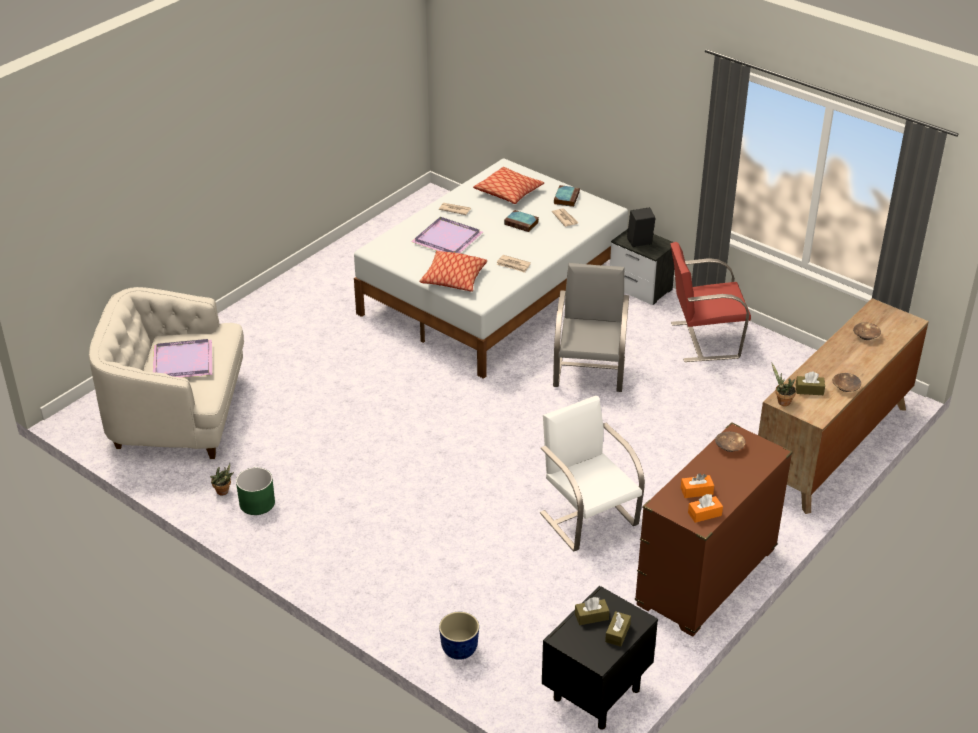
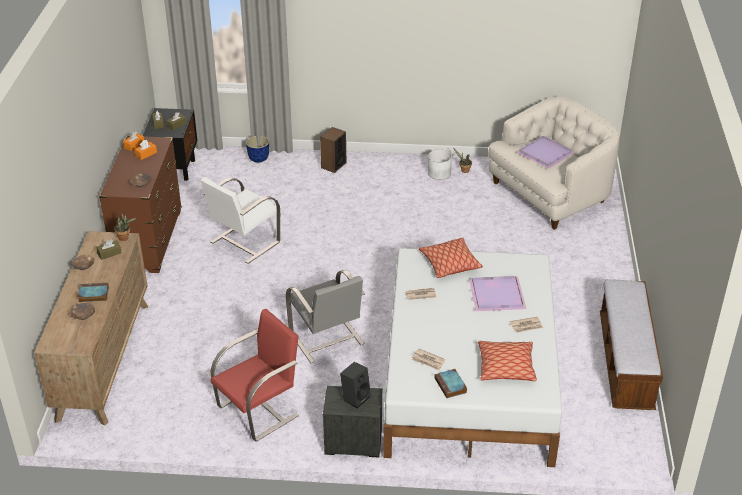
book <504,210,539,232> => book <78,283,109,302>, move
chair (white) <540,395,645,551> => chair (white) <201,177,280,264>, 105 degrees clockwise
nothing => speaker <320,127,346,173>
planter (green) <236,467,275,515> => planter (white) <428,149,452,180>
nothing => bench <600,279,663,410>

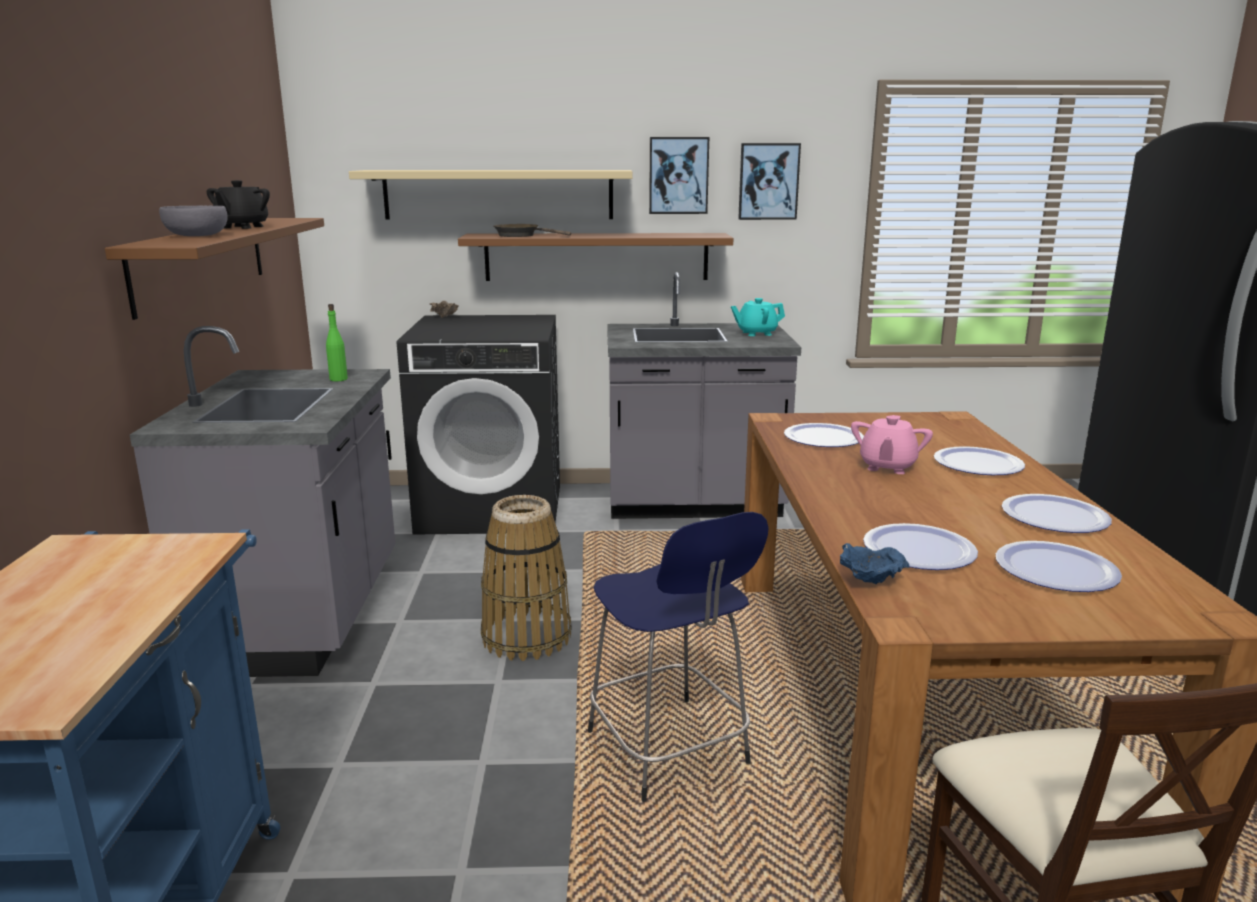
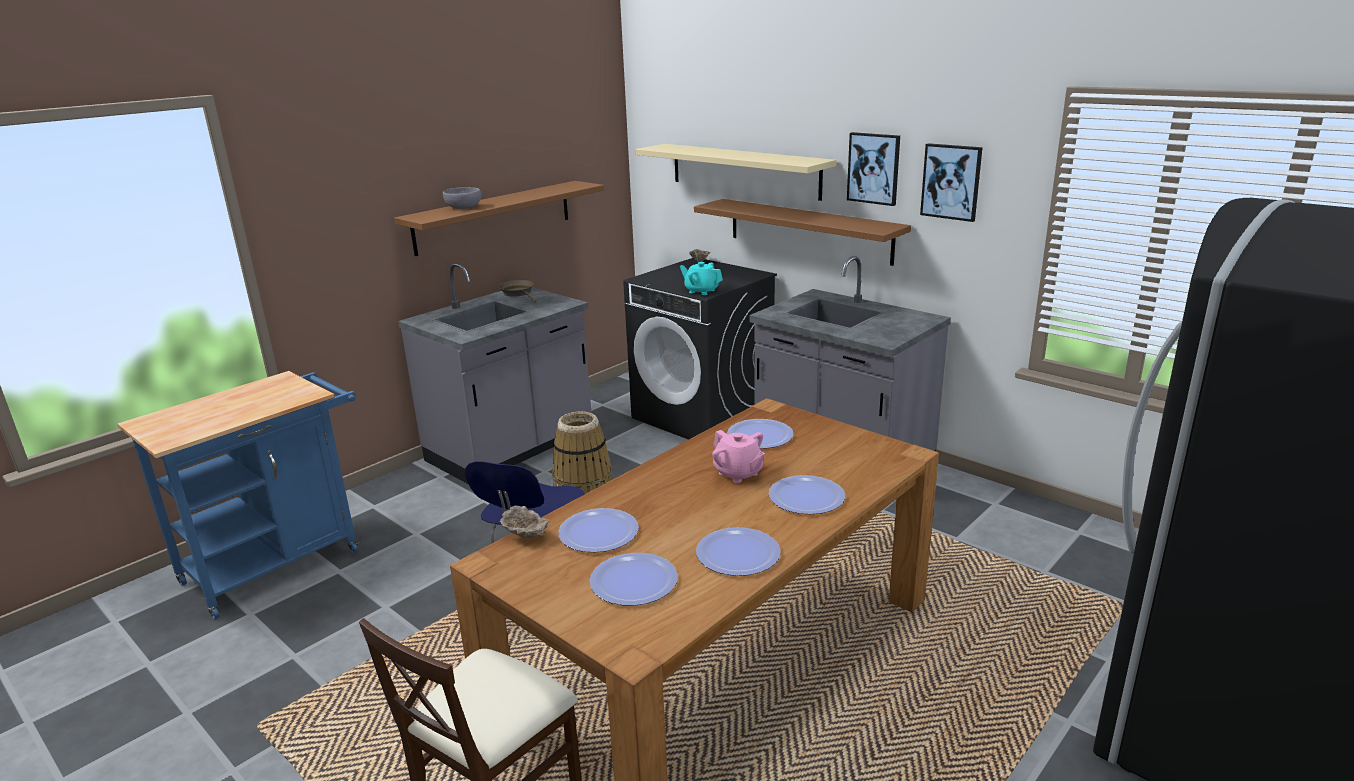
frying pan (brown) <493,224,571,237> => frying pan (brown) <498,280,537,303>, move
bowl (blue) <840,543,909,584> => bowl (beige) <500,505,550,538>
teapot (turquoise) <731,298,785,336> => teapot (turquoise) <680,262,723,295>, move
teapot (pink) <851,415,933,474> => teapot (pink) <712,430,765,483>, 105 degrees counterclockwise
teapot (black) <207,180,270,229> => nothing
bottle (green) <326,304,348,381> => nothing

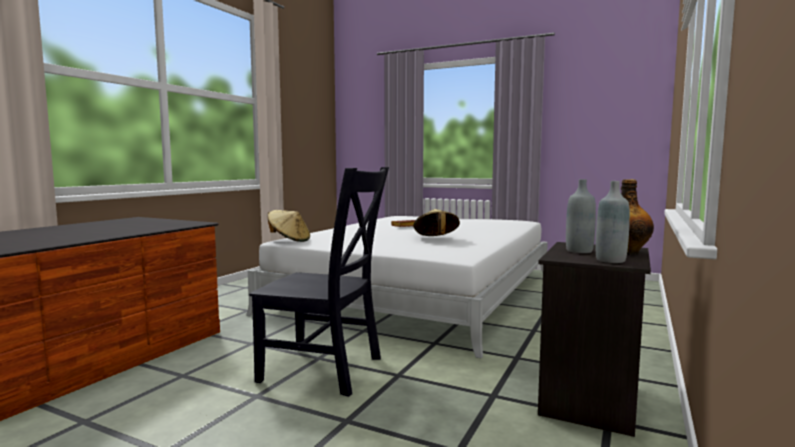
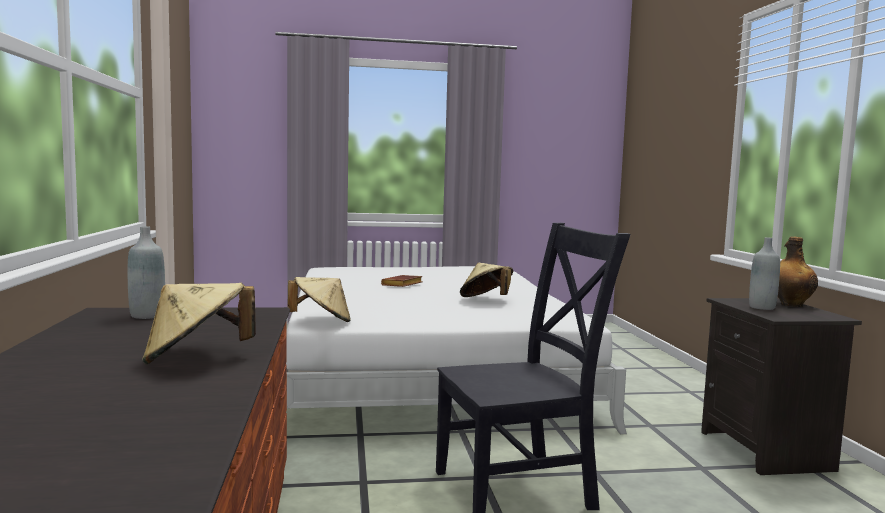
bottle (grey) <596,181,630,263> => bottle (grey) <128,226,165,319>, move
nothing => hat (beige) <142,283,256,364>

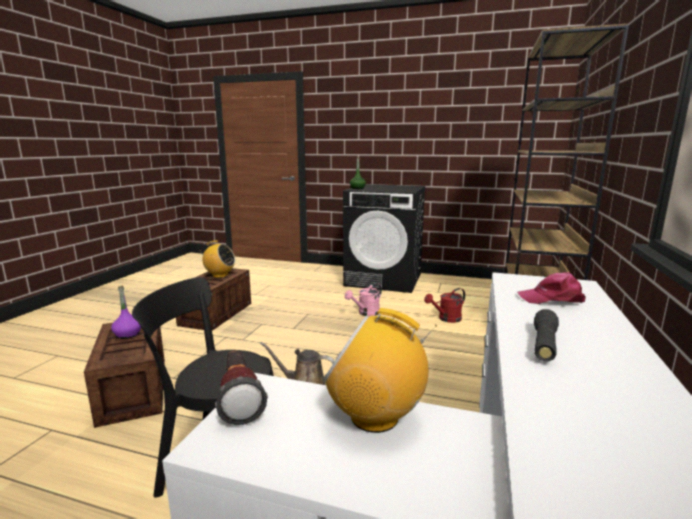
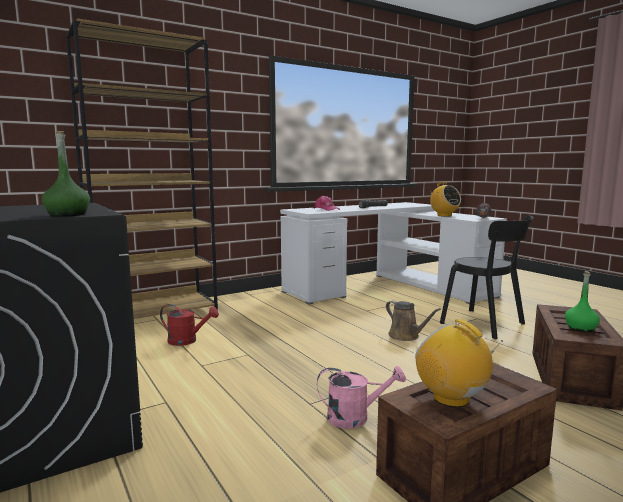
watering can (pink) <345,282,382,316> => watering can (pink) <317,366,406,429>, move
bottle (purple) <111,285,141,339> => bottle (green) <565,271,600,332>

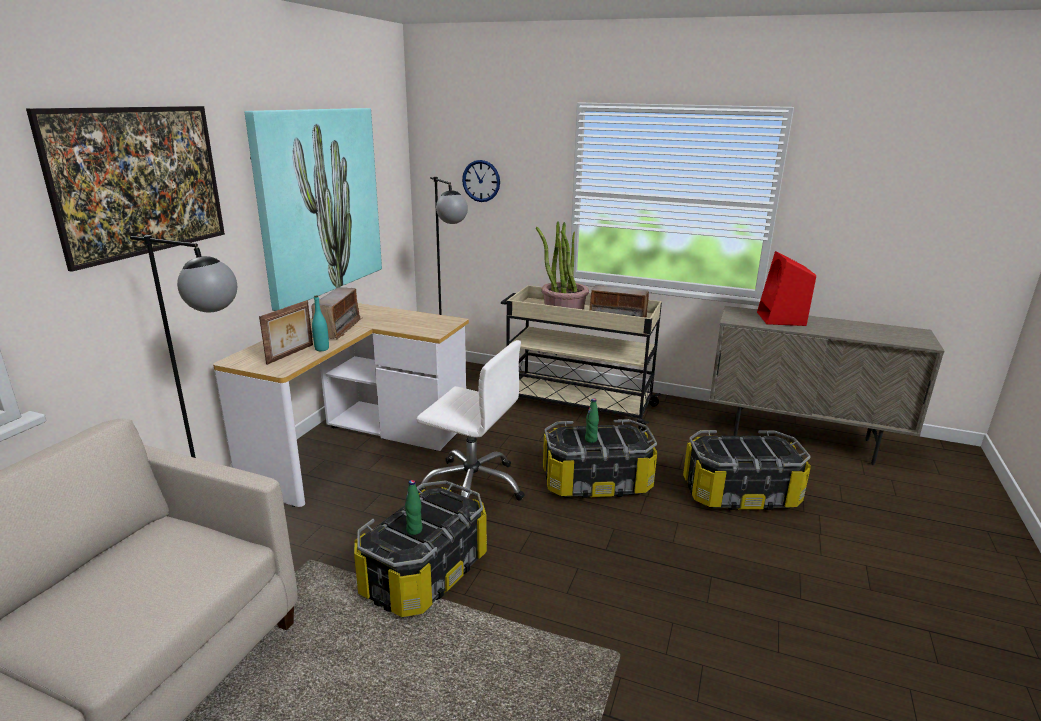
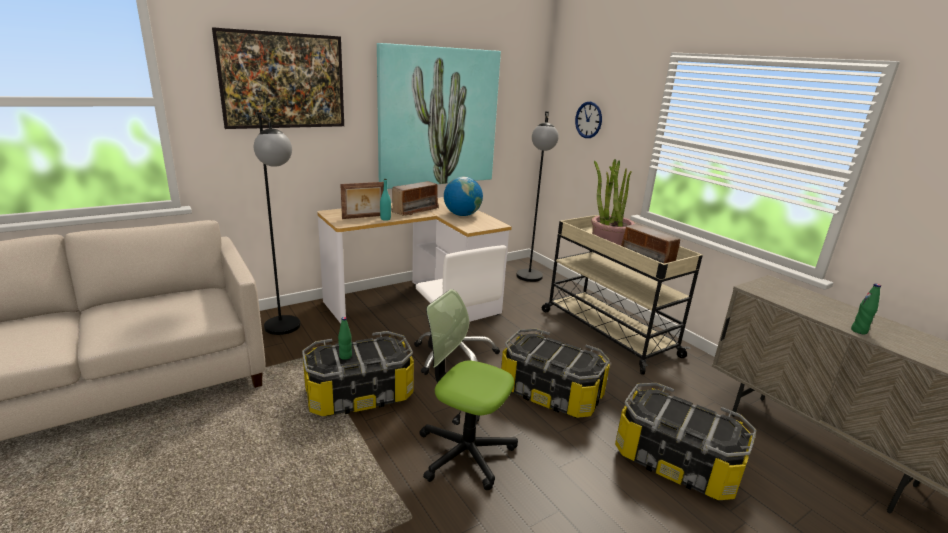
nothing => office chair <419,289,518,490>
nothing => globe <444,177,483,216>
bottle (green) <585,398,599,443> => bottle (green) <851,284,881,334>, move
speaker (red) <757,251,816,326> => nothing

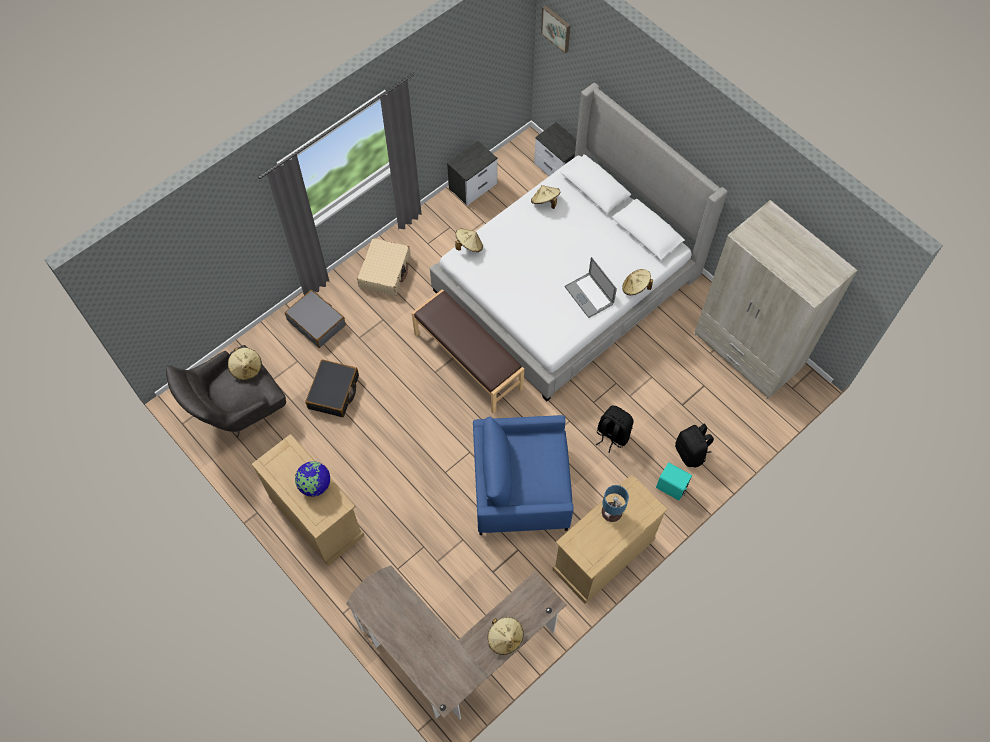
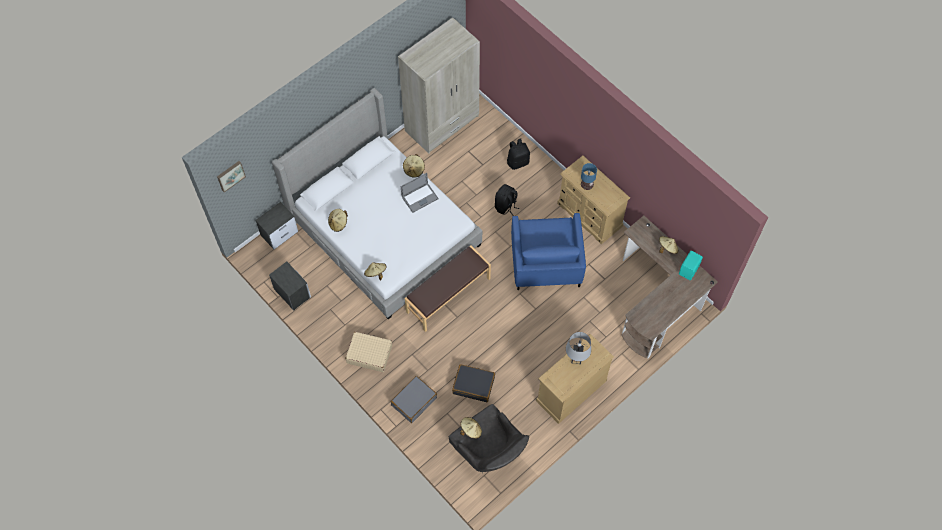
globe <295,461,331,497> => table lamp (grey) <566,332,591,364>
speaker (turquoise) <656,463,692,501> => speaker (turquoise) <679,251,703,280>, move

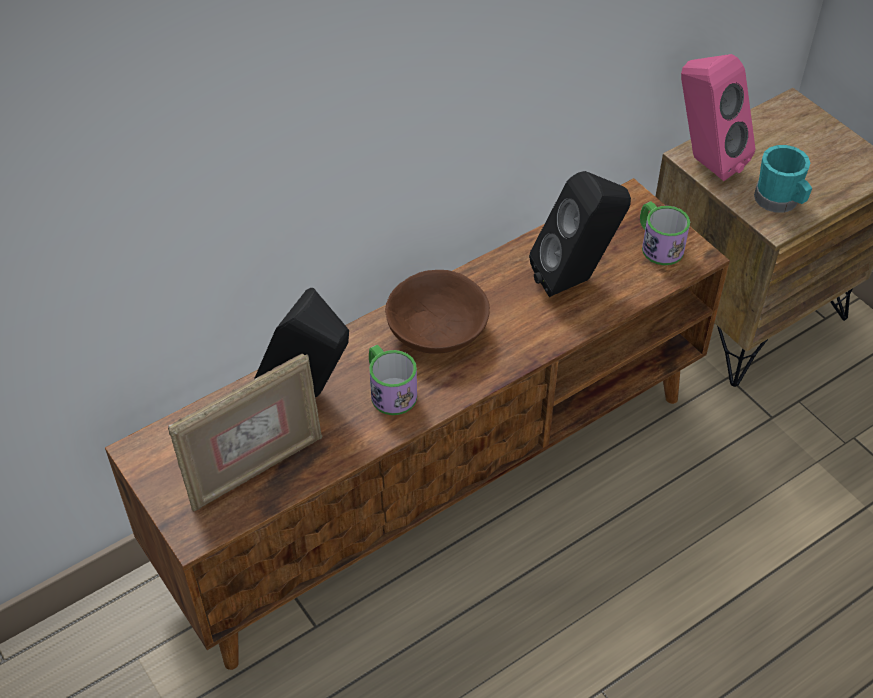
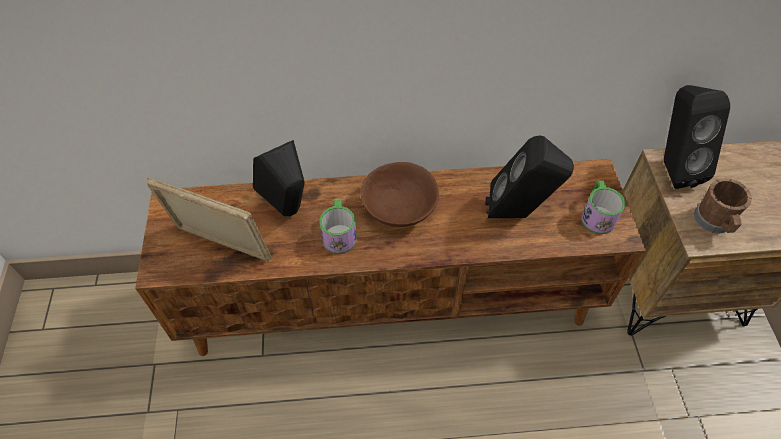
picture frame <168,354,322,511> => picture frame <147,178,272,261>, 150 degrees counterclockwise
speaker (pink) <681,54,755,181> => speaker (black) <664,85,730,189>
mug (turquoise) <754,145,812,213> => mug (brown) <694,178,752,234>

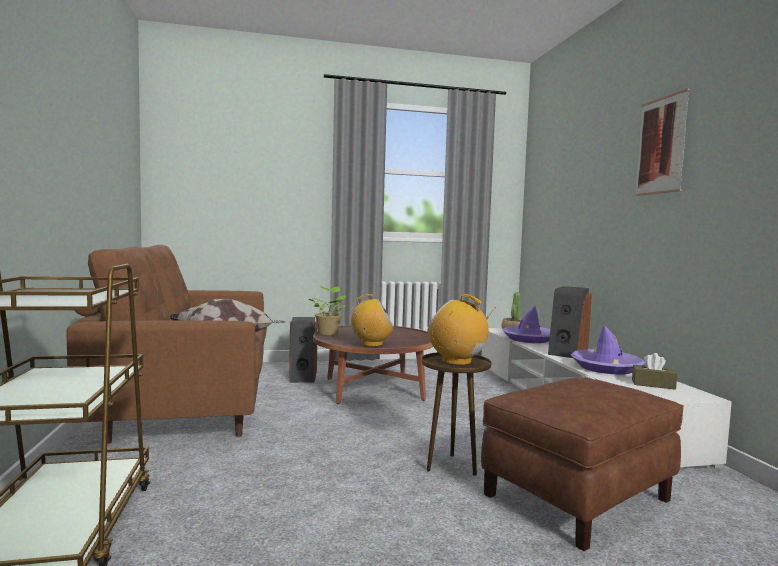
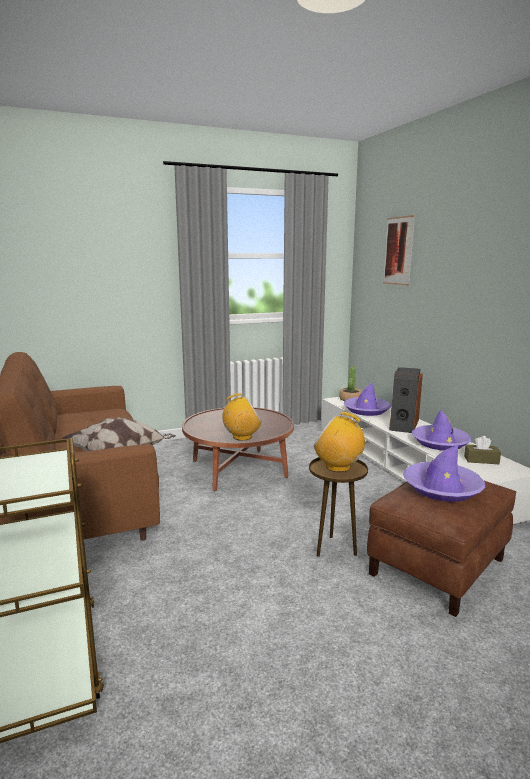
picture <635,88,690,196> => picture <383,215,415,285>, move
nothing => hat (purple) <403,445,485,502>
speaker <289,317,318,383> => nothing
potted plant <309,286,346,335> => nothing

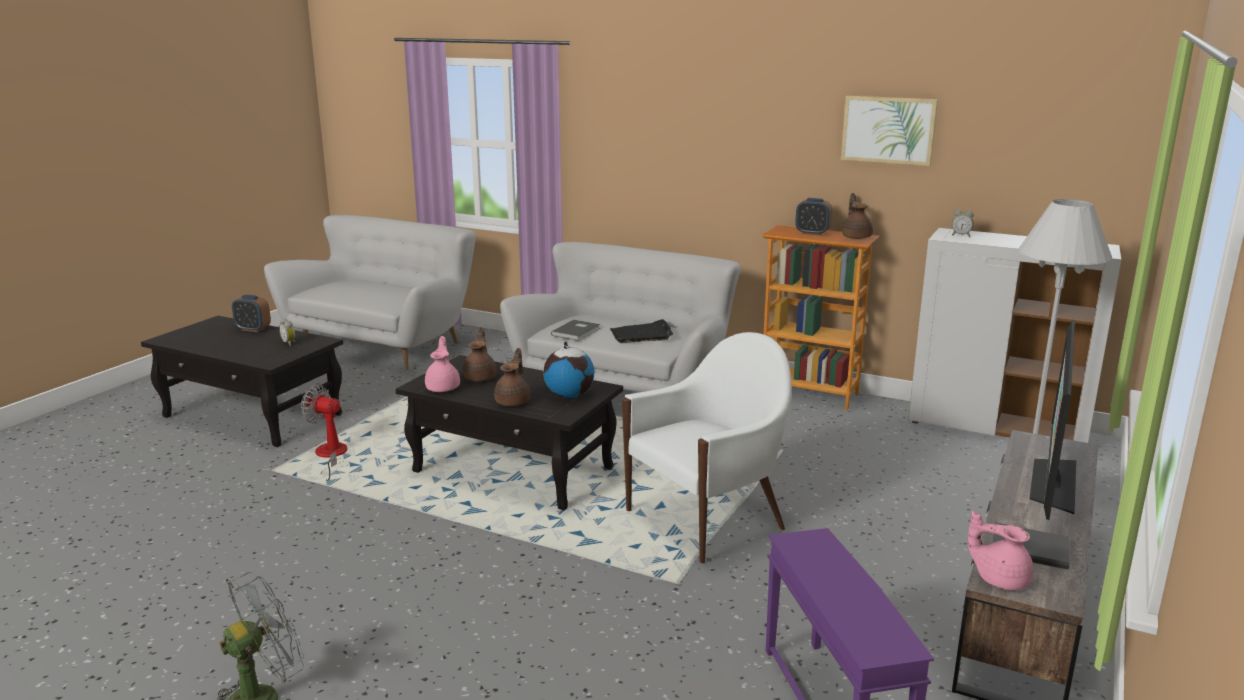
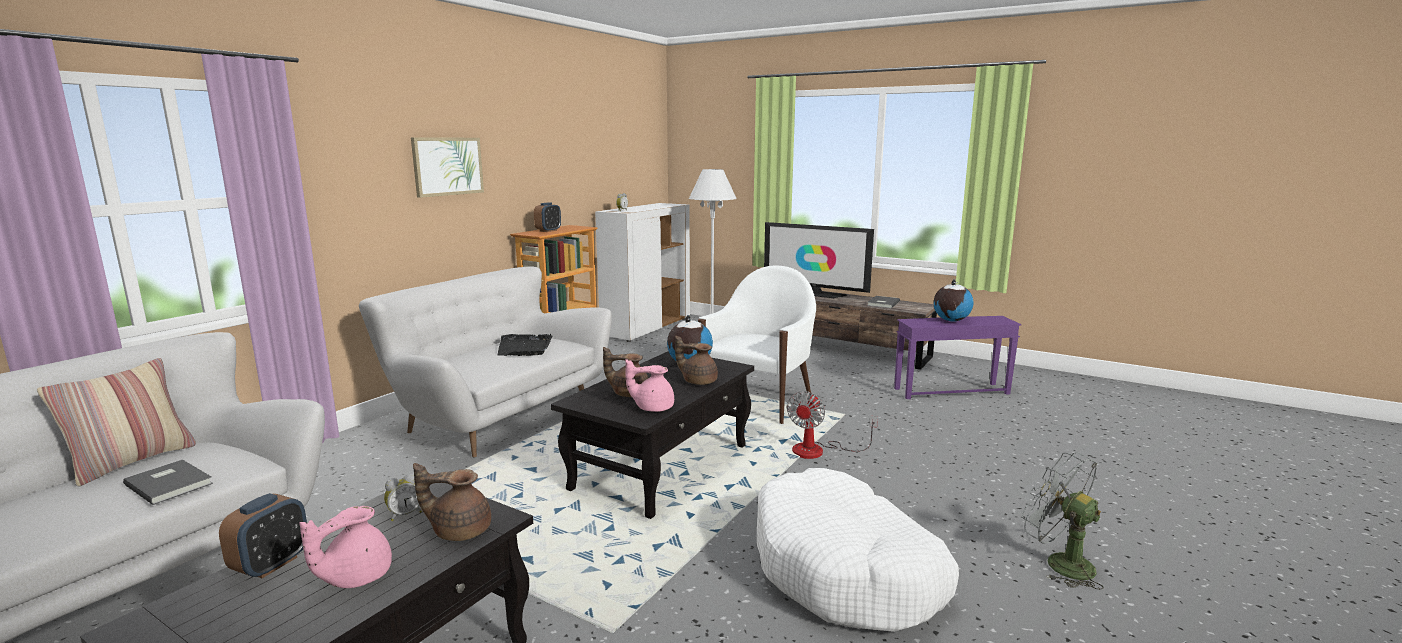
nothing => pillow <37,358,196,487>
book (grey) <551,320,600,341> => book (grey) <123,460,213,505>, move
teapot (pink) <968,511,1033,590> => teapot (pink) <299,506,392,588>, move
picture <841,96,938,166> => picture <411,137,484,198>, move
teapot (brown) <842,193,873,239> => teapot (brown) <413,463,491,541>, move
armchair (white) <622,332,792,563> => armchair (white) <698,265,816,424>, 60 degrees clockwise
nothing => dog bed (white) <757,468,959,632>
fan <301,384,351,481> => fan <787,391,878,459>, move
nothing => globe <933,279,974,322>

